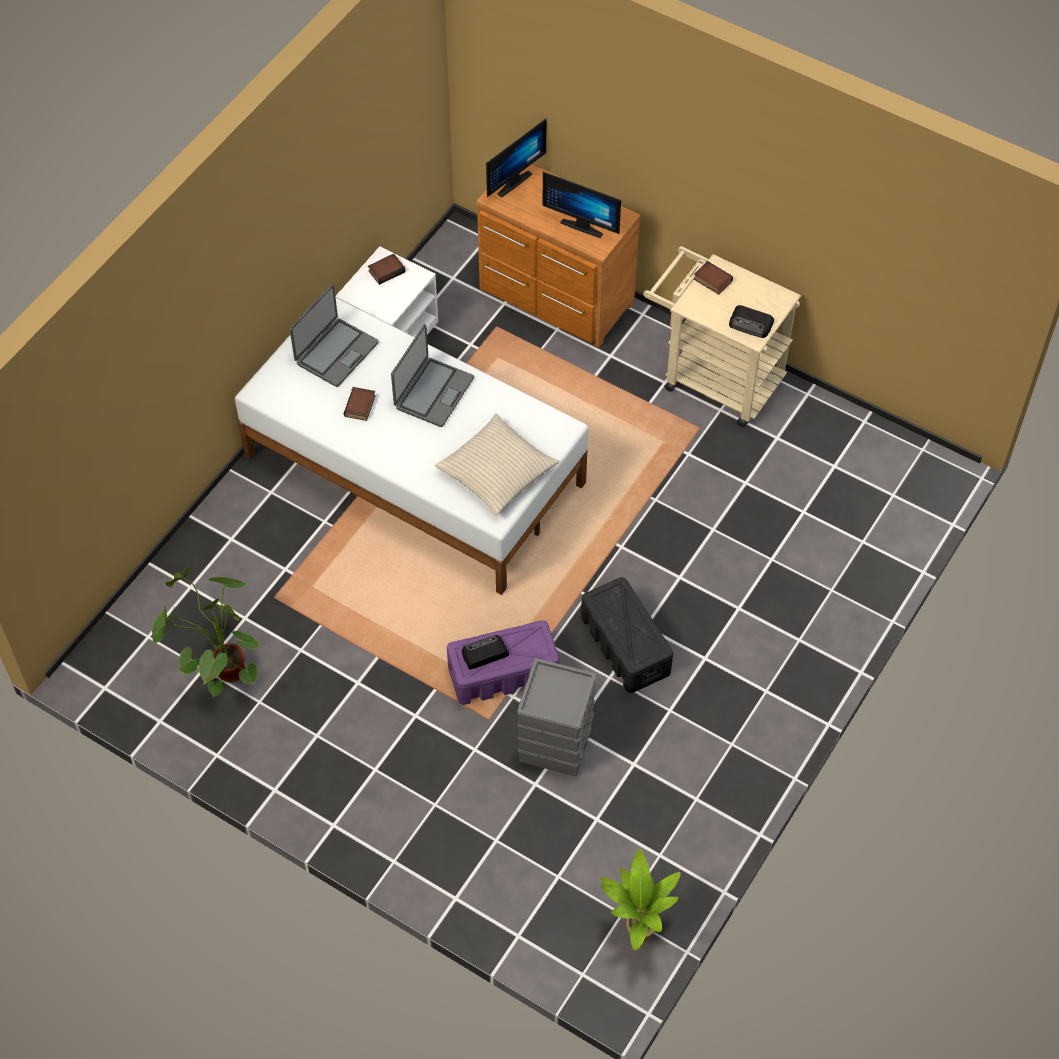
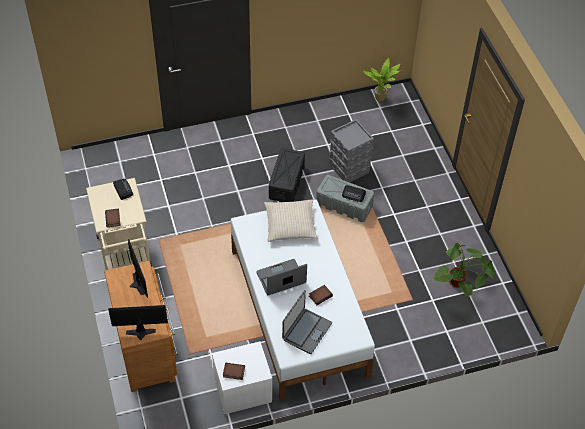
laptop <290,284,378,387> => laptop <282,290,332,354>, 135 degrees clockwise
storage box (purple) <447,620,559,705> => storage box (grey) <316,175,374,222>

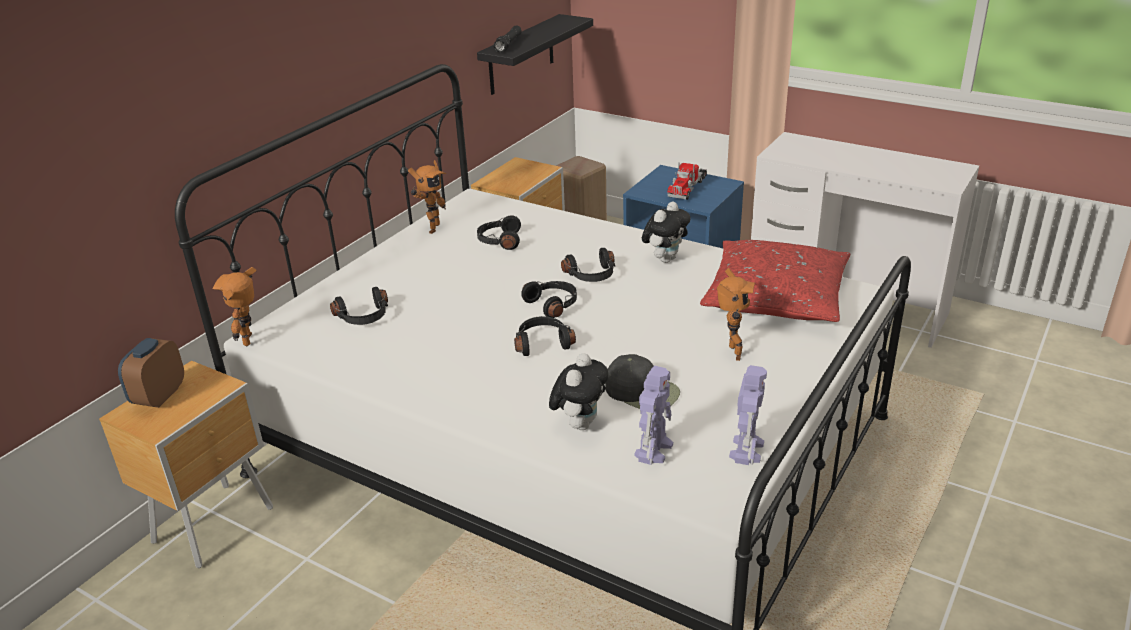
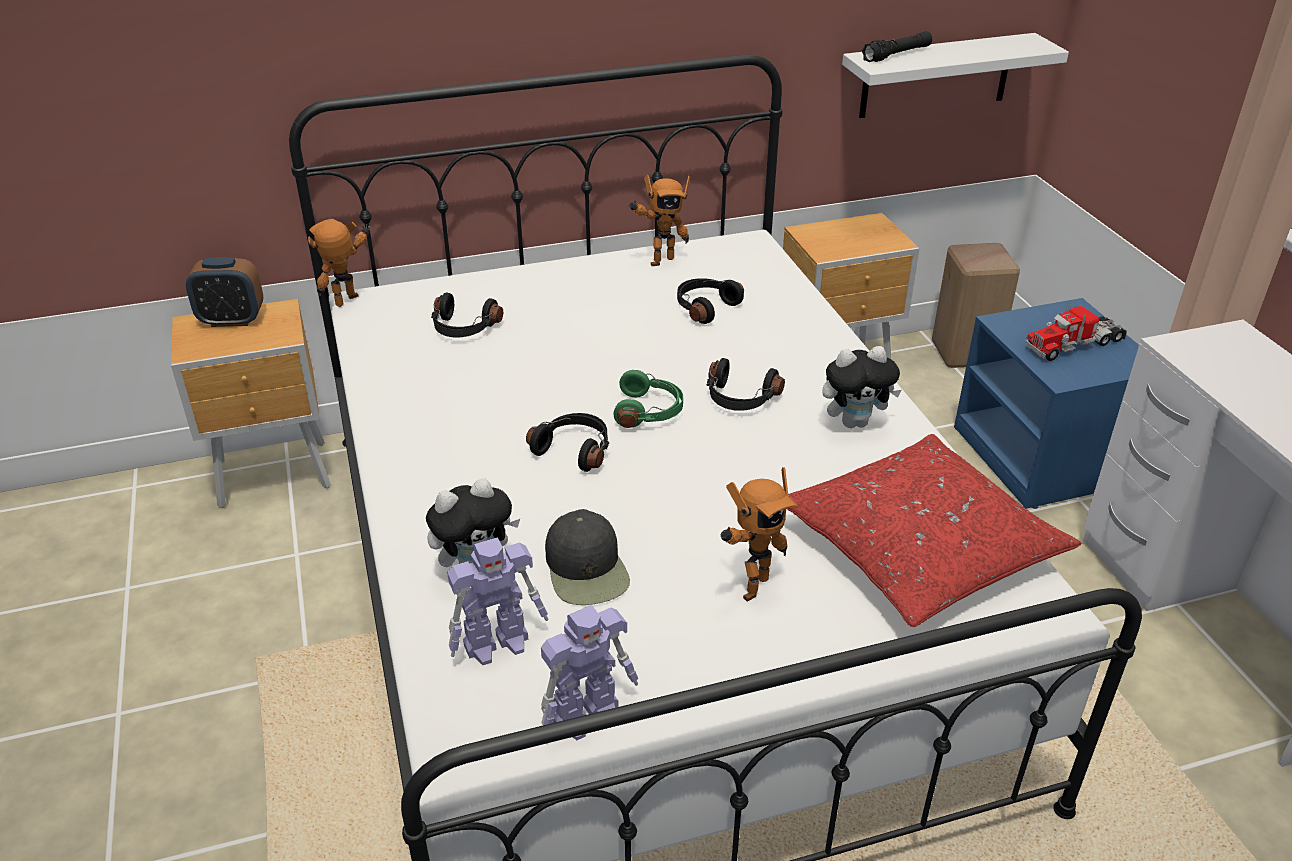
alarm clock <118,338,184,408> => alarm clock <186,257,263,327>, 150 degrees counterclockwise
headphones (black) <521,281,577,318> => headphones (green) <613,370,683,428>
shelf (black) <477,14,593,95> => shelf (white) <842,33,1069,118>

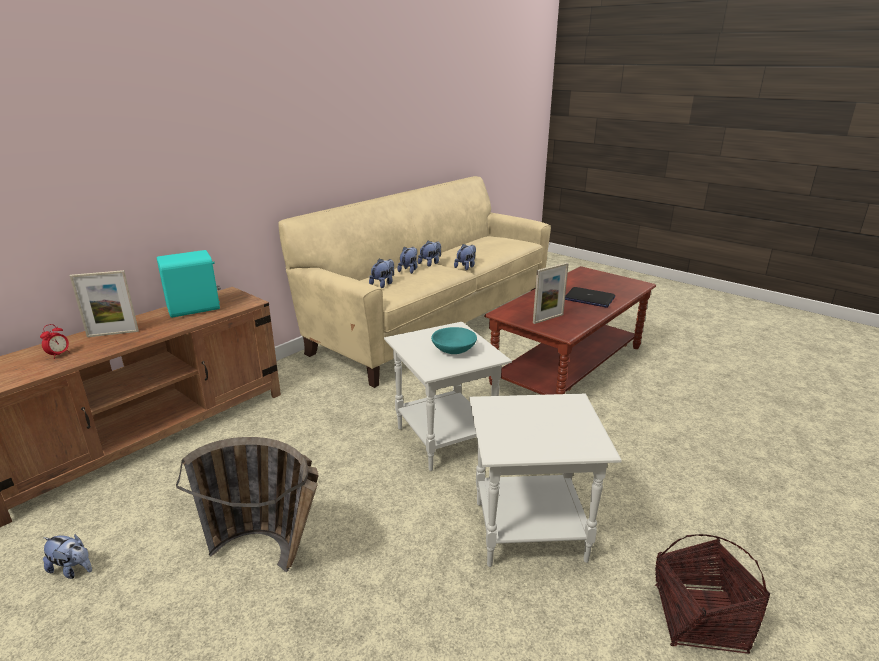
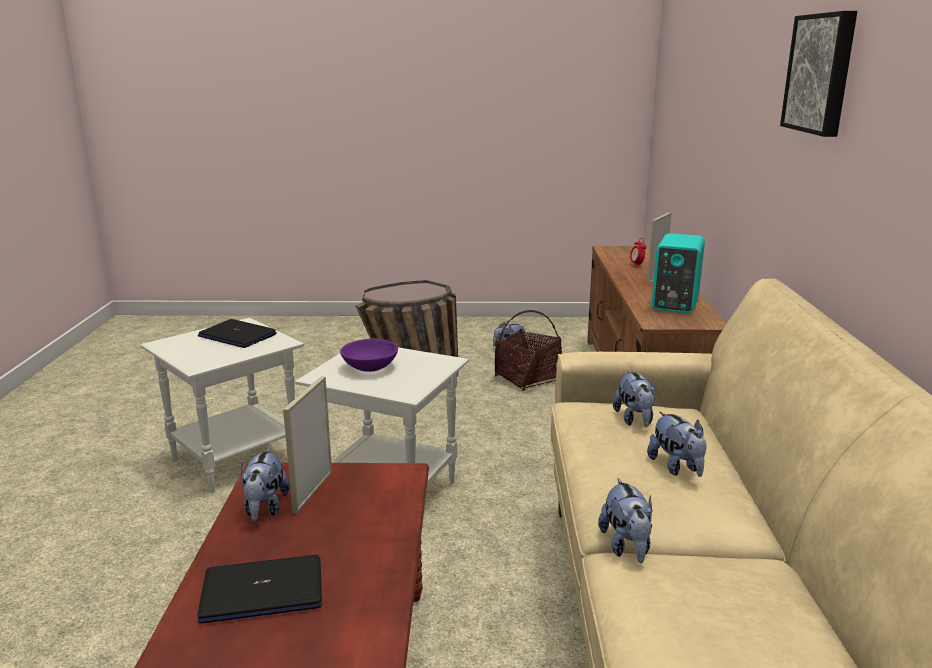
nothing => laptop <198,319,277,348>
plush toy <418,241,441,267> => plush toy <241,448,289,521>, move
bowl (turquoise) <431,327,477,354> => bowl (purple) <340,339,398,372>
basket <655,534,770,654> => basket <495,310,562,391>, move
nothing => picture <780,11,857,137>

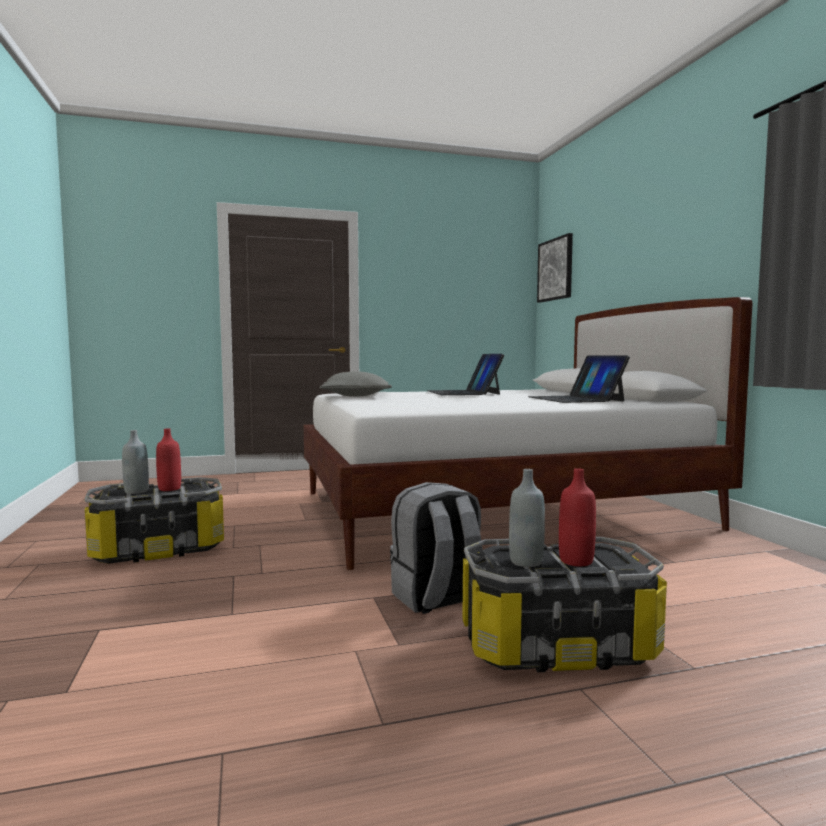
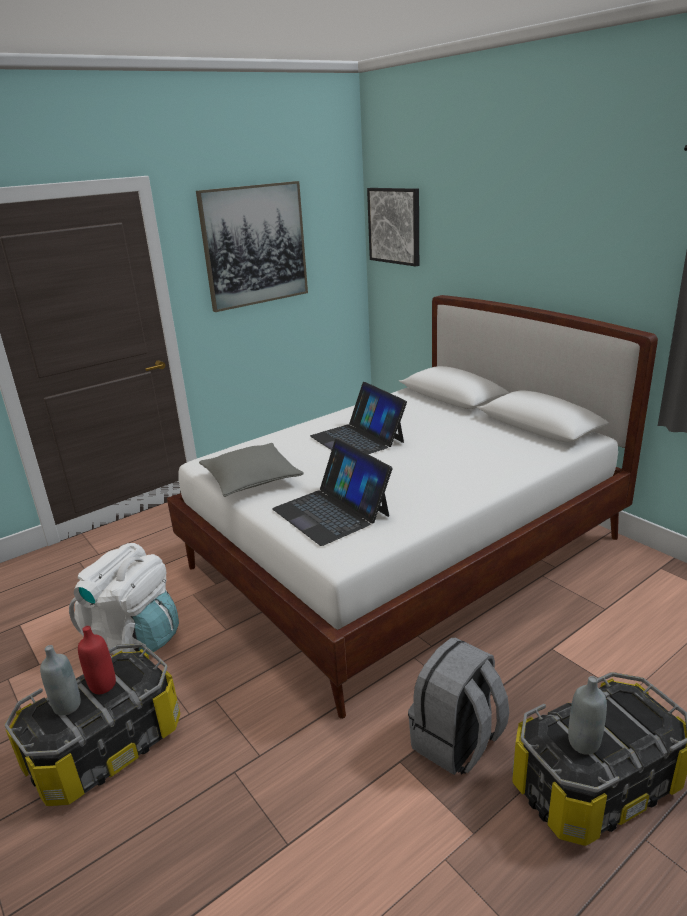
nothing => backpack (white) <69,543,179,655>
nothing => picture <196,181,308,312>
laptop <528,355,630,403> => laptop <272,439,392,546>, move
bottle (red) <559,468,596,566> => nothing

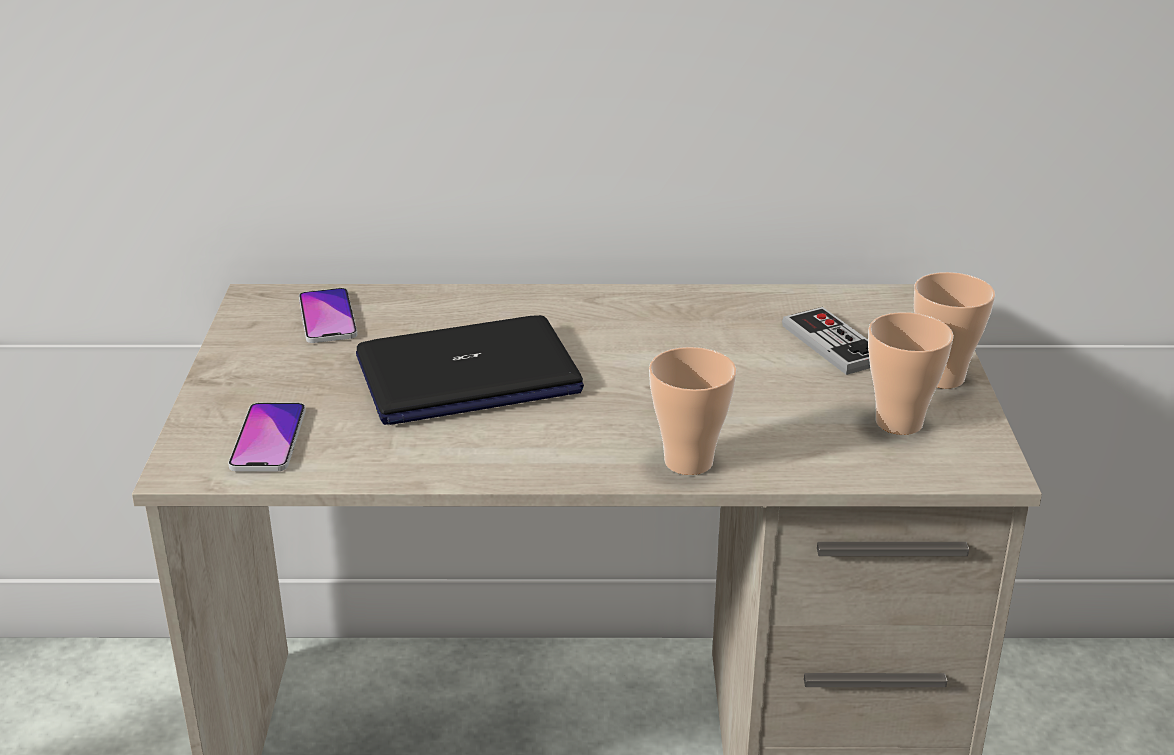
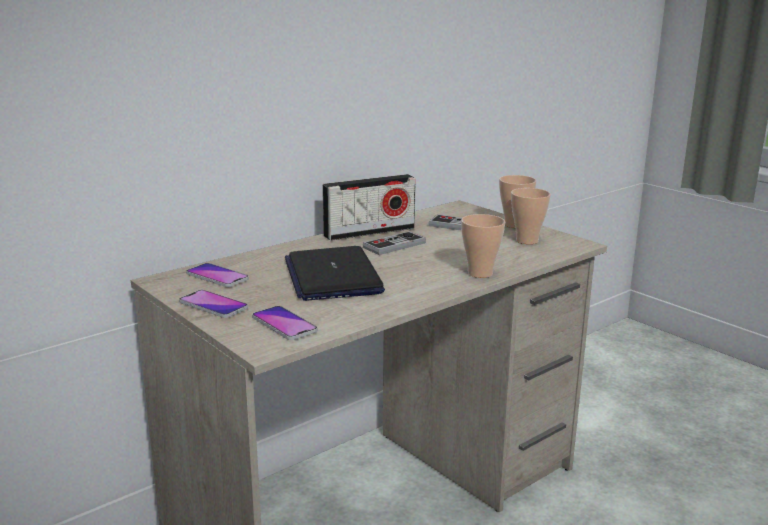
nothing => phone <179,290,248,318>
laptop <356,315,584,425> => laptop <285,246,385,301>, 135 degrees clockwise
nothing => radio <322,174,416,241>
nothing => game controller <363,231,426,255>

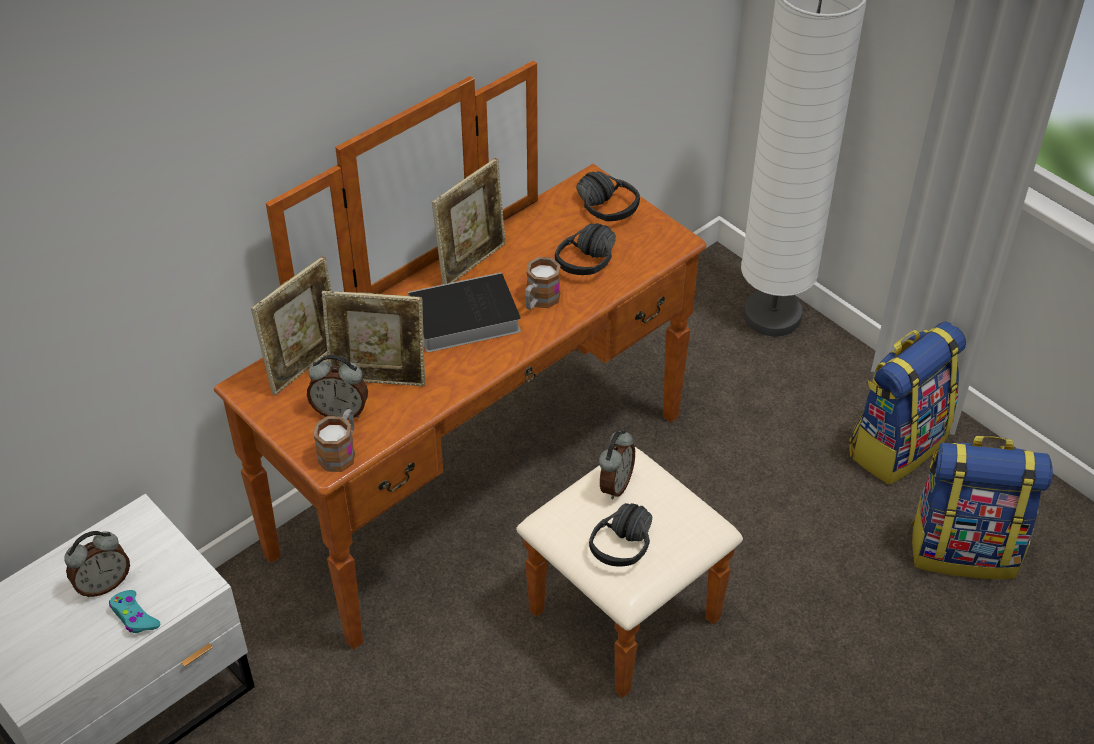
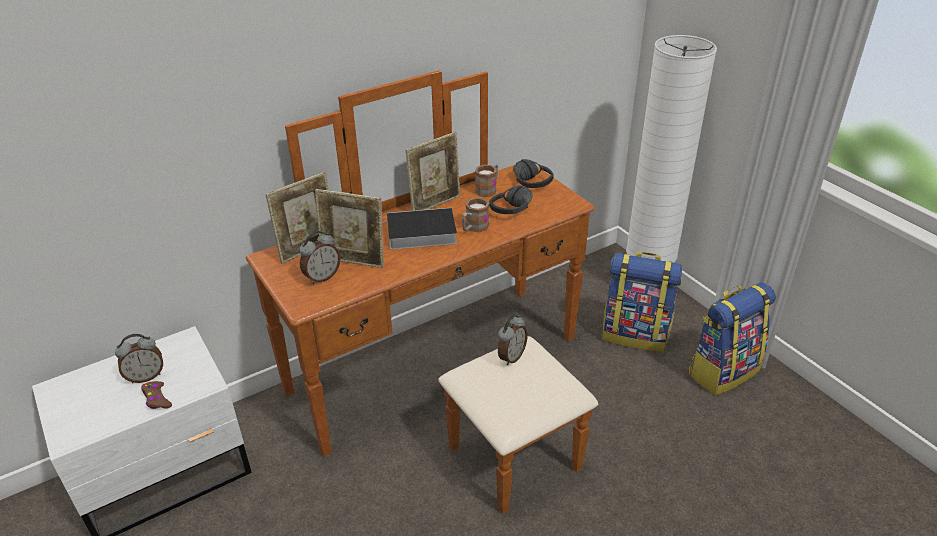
game controller (turquoise) <109,590,160,633> => game controller (brown) <141,381,172,409>
alarm clock <307,355,368,420> => alarm clock <299,231,341,284>, 60 degrees counterclockwise
mug <313,409,355,472> => mug <475,164,498,197>, move
backpack <911,436,1053,579> => backpack <603,252,682,352>, move
headphones (black) <589,503,652,567> => nothing

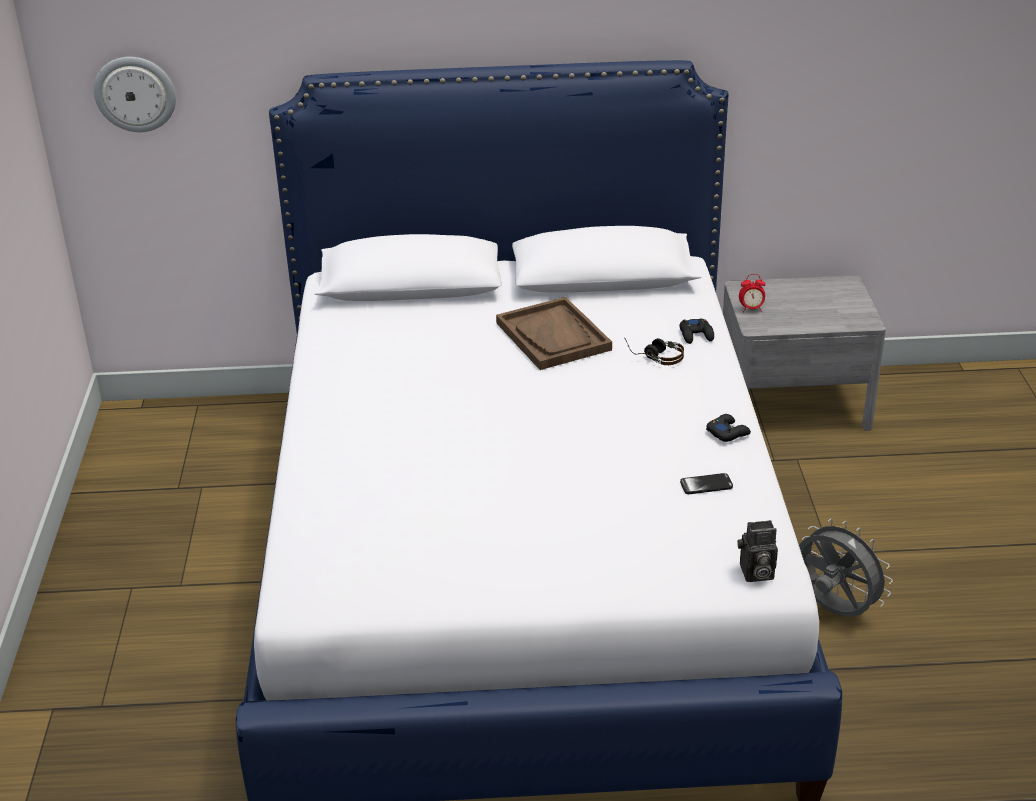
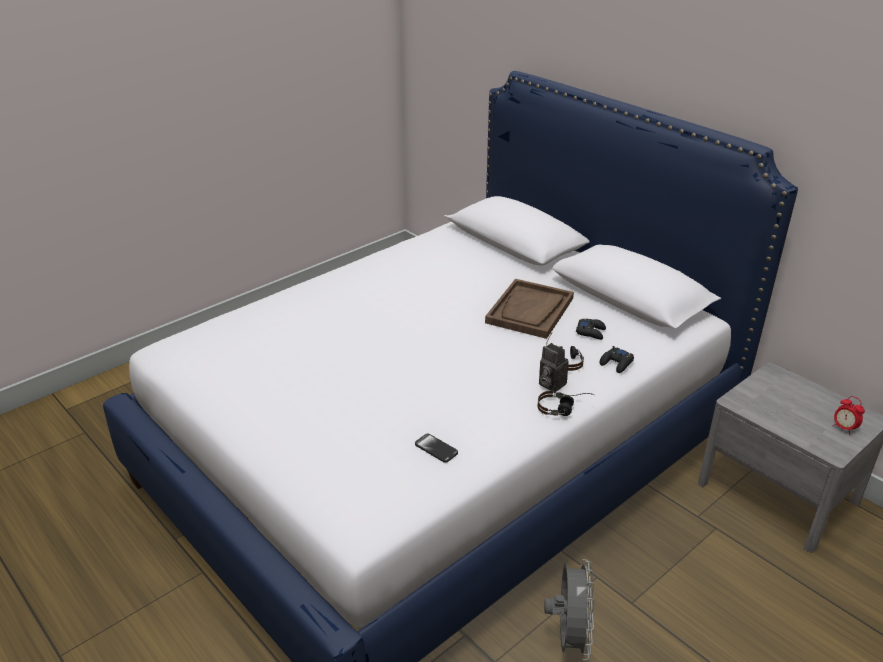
nothing => headphones <537,391,594,416>
photo camera <737,520,778,582> => photo camera <539,343,569,392>, move
game controller (black) <706,414,751,442> => game controller (black) <576,319,606,340>, move
alarm clock <739,274,766,312> => alarm clock <832,396,865,435>, move
wall clock <94,57,176,132> => nothing

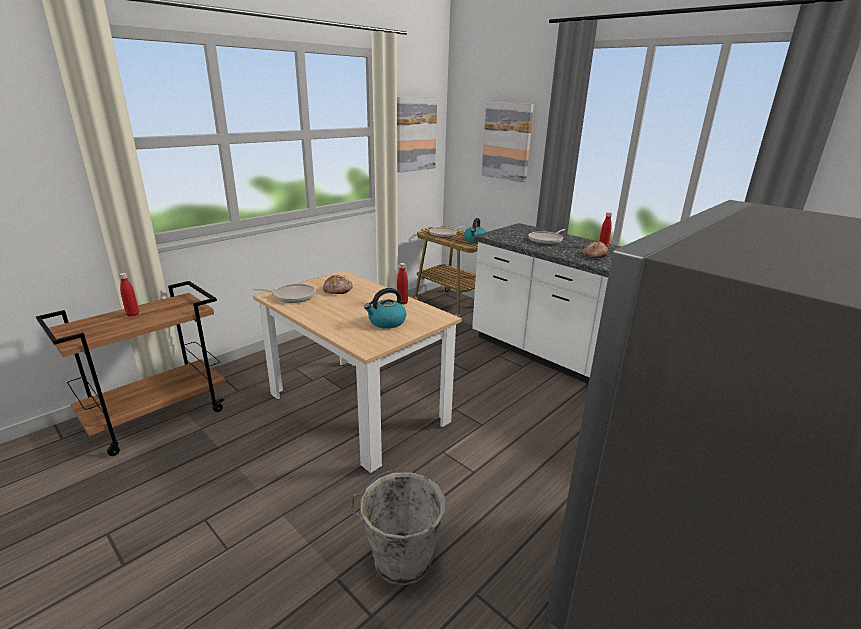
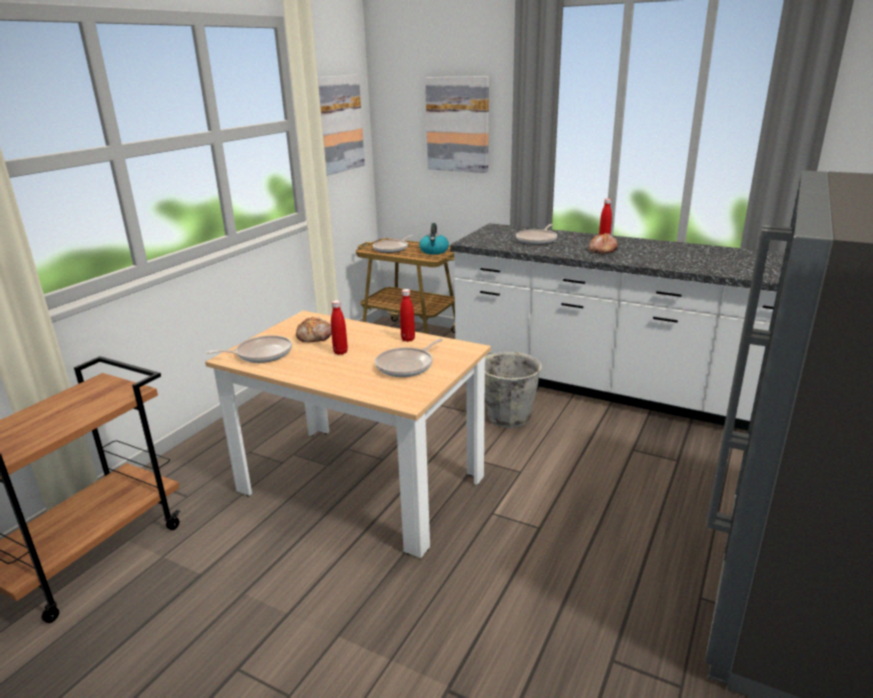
bottle (red) <119,273,139,317> => bottle (red) <331,300,348,355>, move
kettle <364,288,406,329> => frying pan <375,338,443,377>
bucket (grey) <349,470,446,586> => bucket (grey) <485,352,542,428>, move

